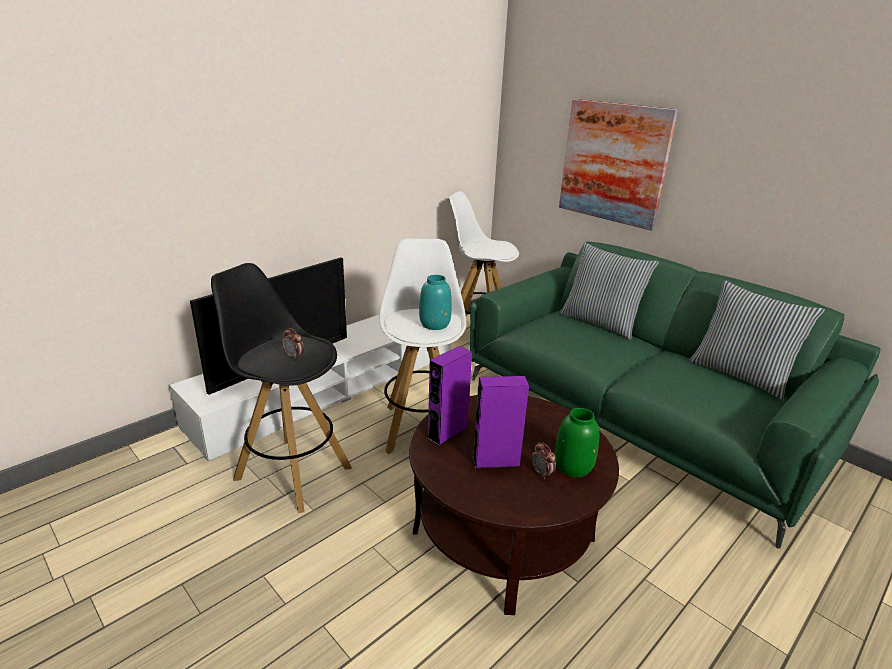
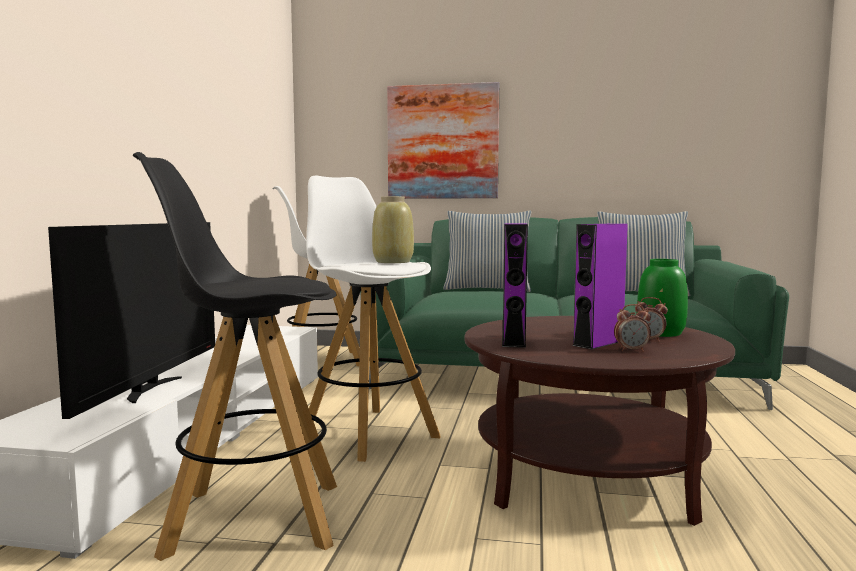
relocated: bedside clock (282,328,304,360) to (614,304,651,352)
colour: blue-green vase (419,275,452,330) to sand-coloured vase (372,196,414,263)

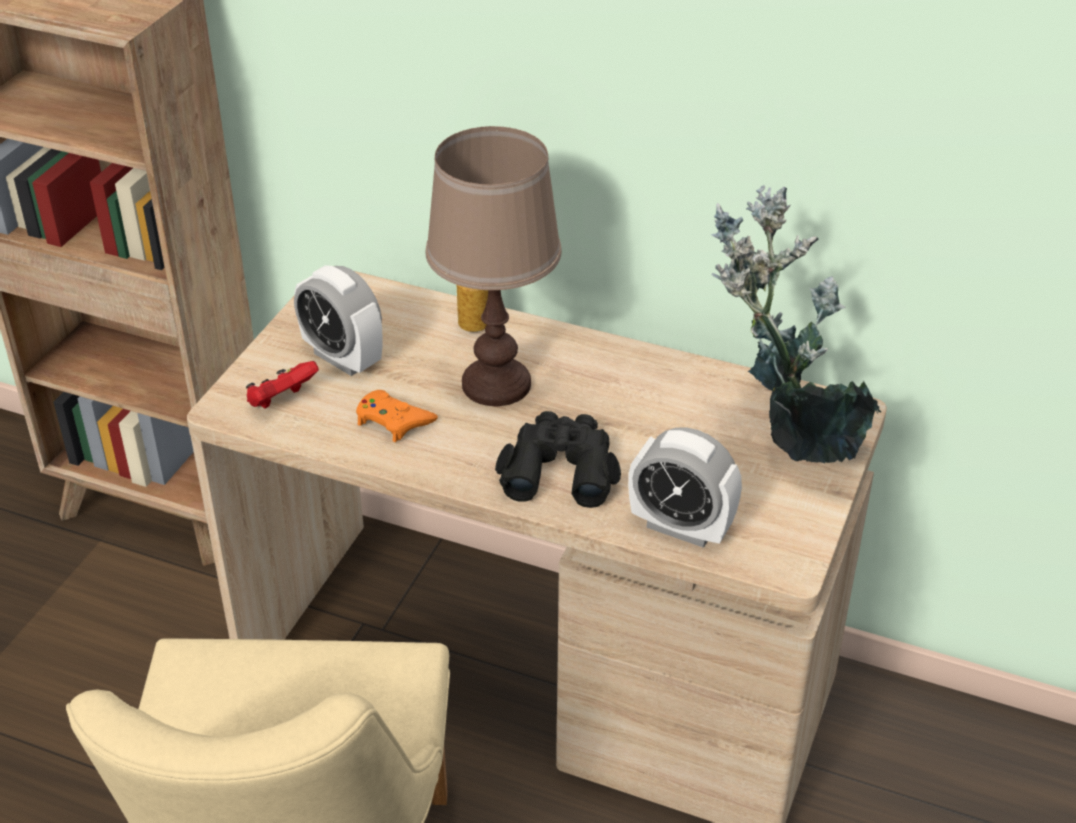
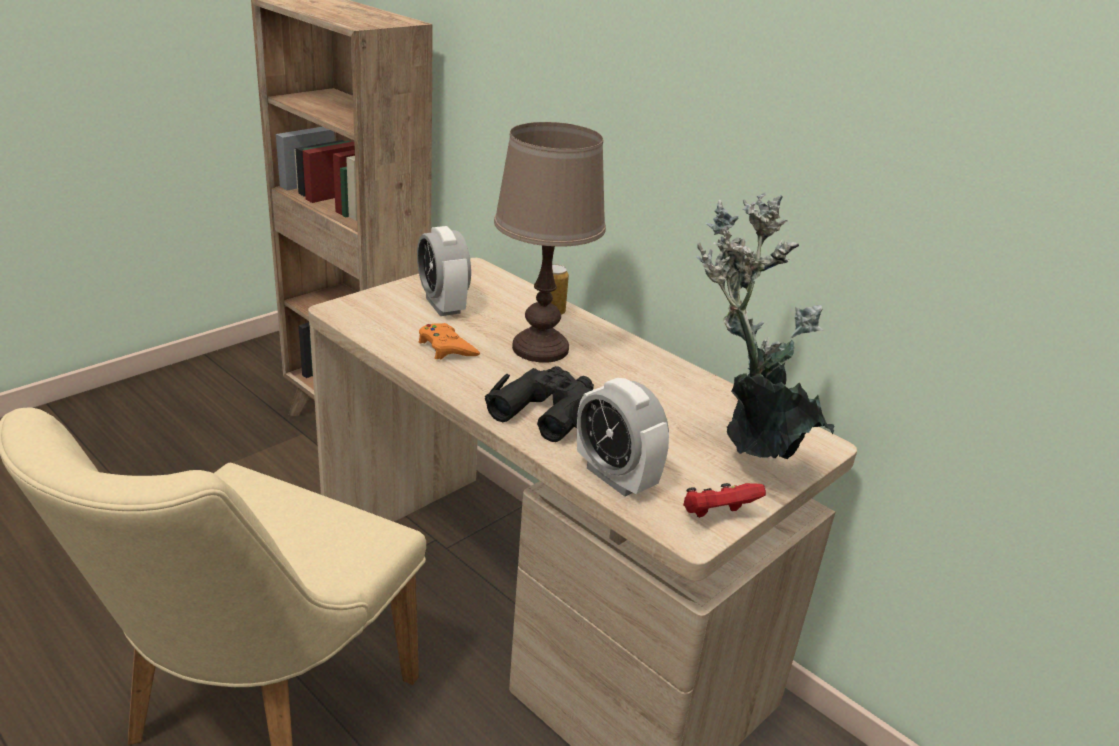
relocated: reddish joypad (246,361,319,409) to (683,483,766,518)

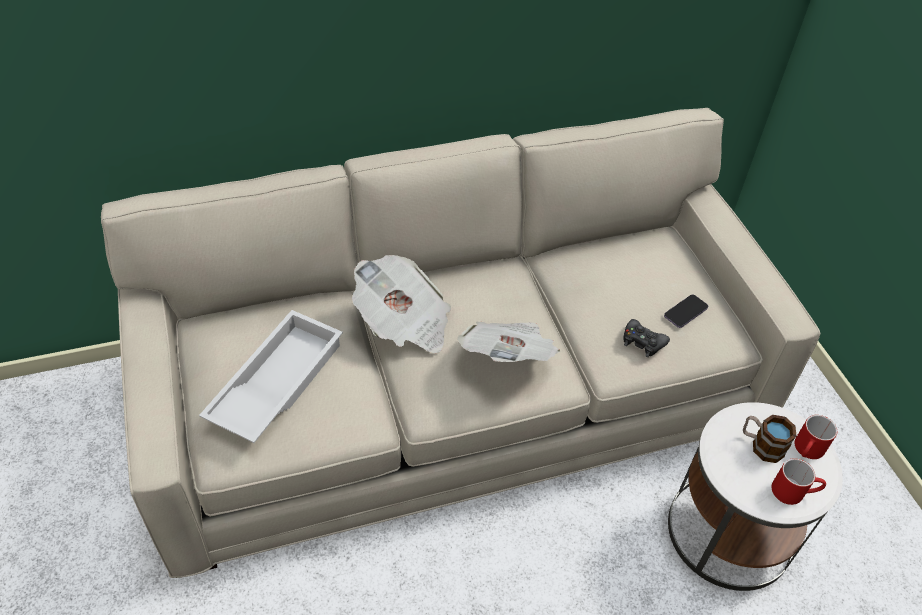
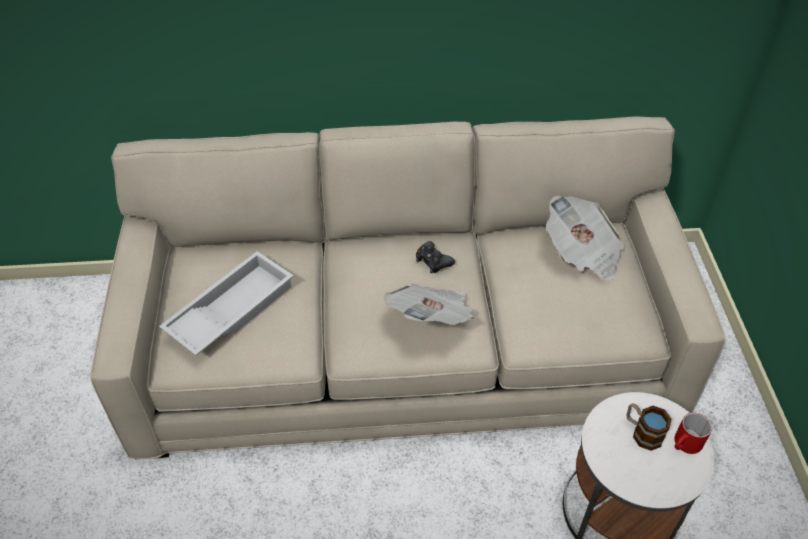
missing: telephone (664,294,708,328); reddish tea mug (772,458,826,505)
relocated: daily paper (352,255,451,353) to (546,195,625,282); blackish joypad (623,319,670,357) to (416,241,455,273)

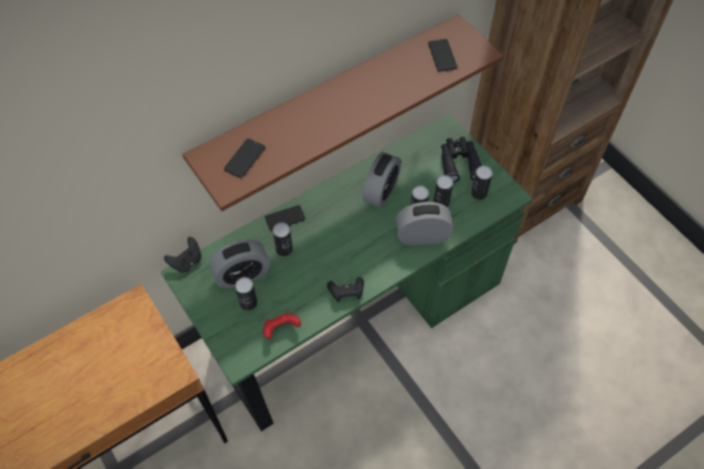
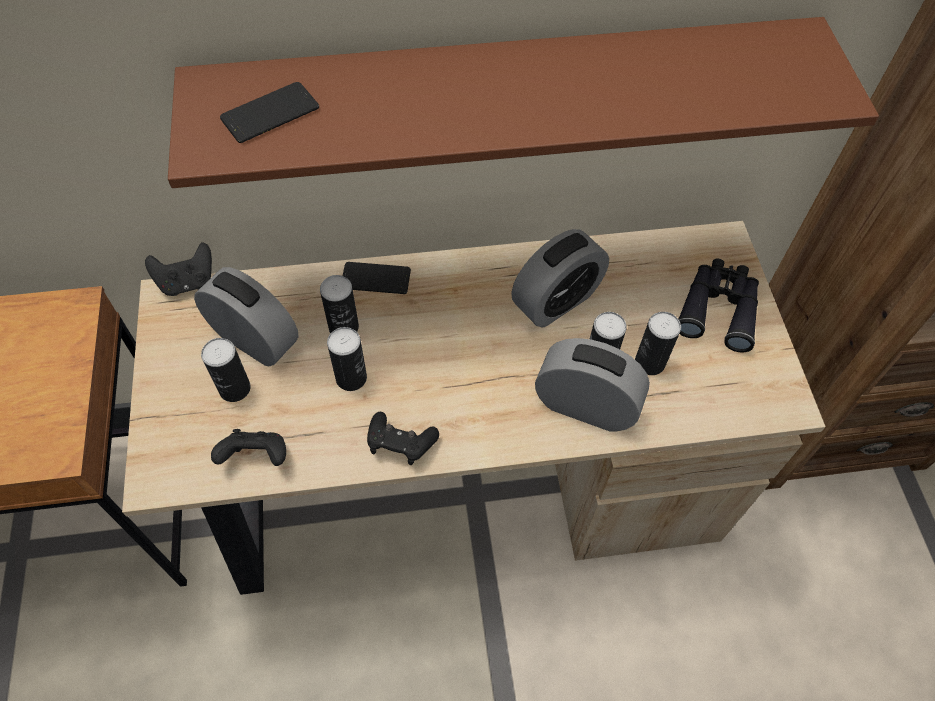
missing: telephone (428,39,458,72)
relocated: can (471,166,493,200) to (327,327,367,391)
colour: green-coloured desk table (161,113,533,431) to sand-coloured desk table (122,221,826,595); reddish joypad (263,313,301,339) to blackish joypad (211,429,286,466)
spun: bedside clock (209,239,270,289) = (194,267,299,366) 150 degrees counterclockwise

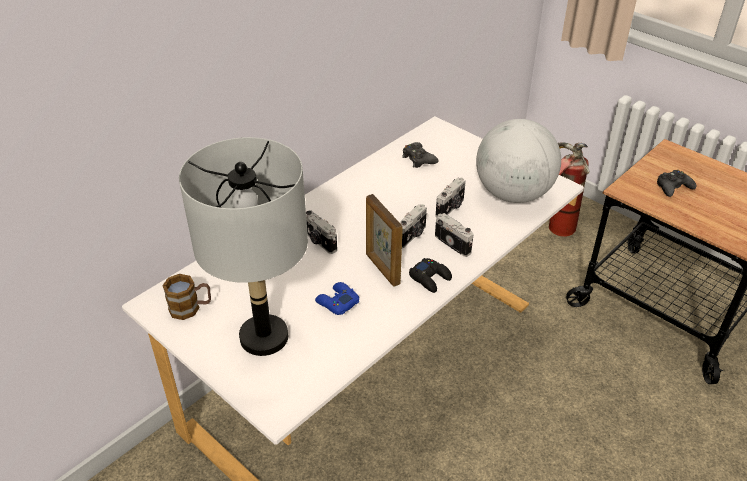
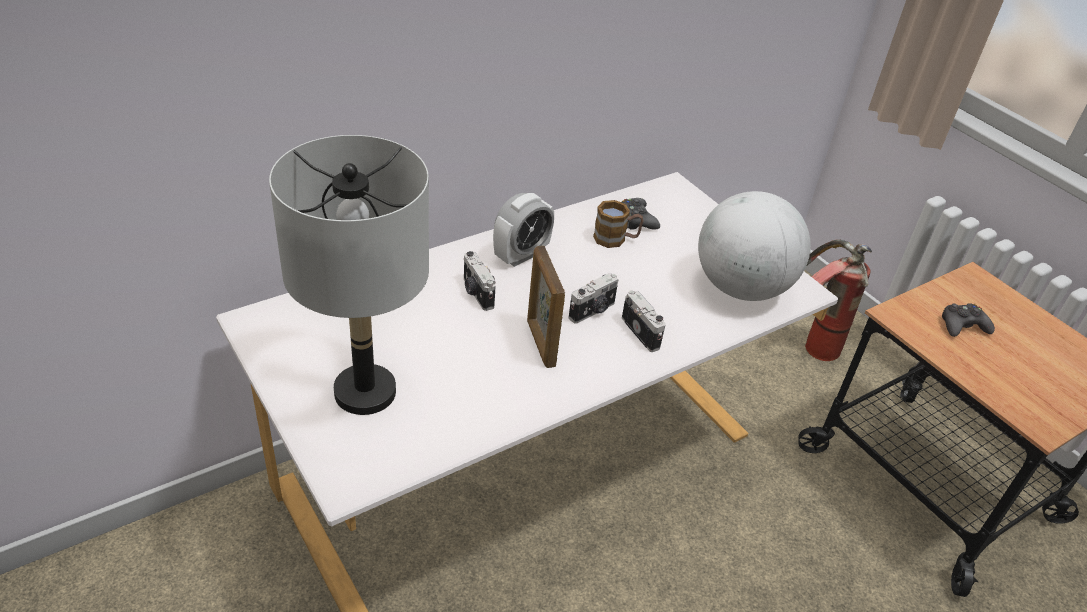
missing: bluish joypad (315,282,359,315); blackish joypad (409,258,452,293); photo camera (436,178,466,217)
appeared: bedside clock (493,193,554,267)
relocated: tea mug (162,274,211,320) to (593,200,643,248)

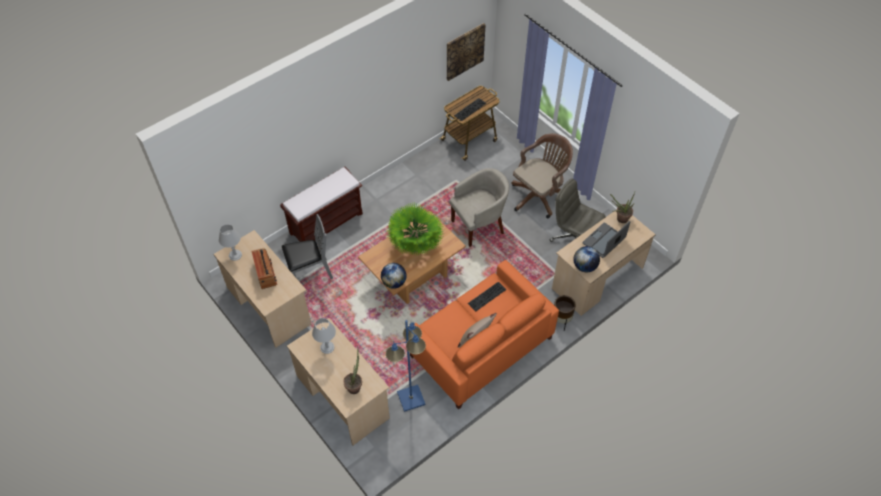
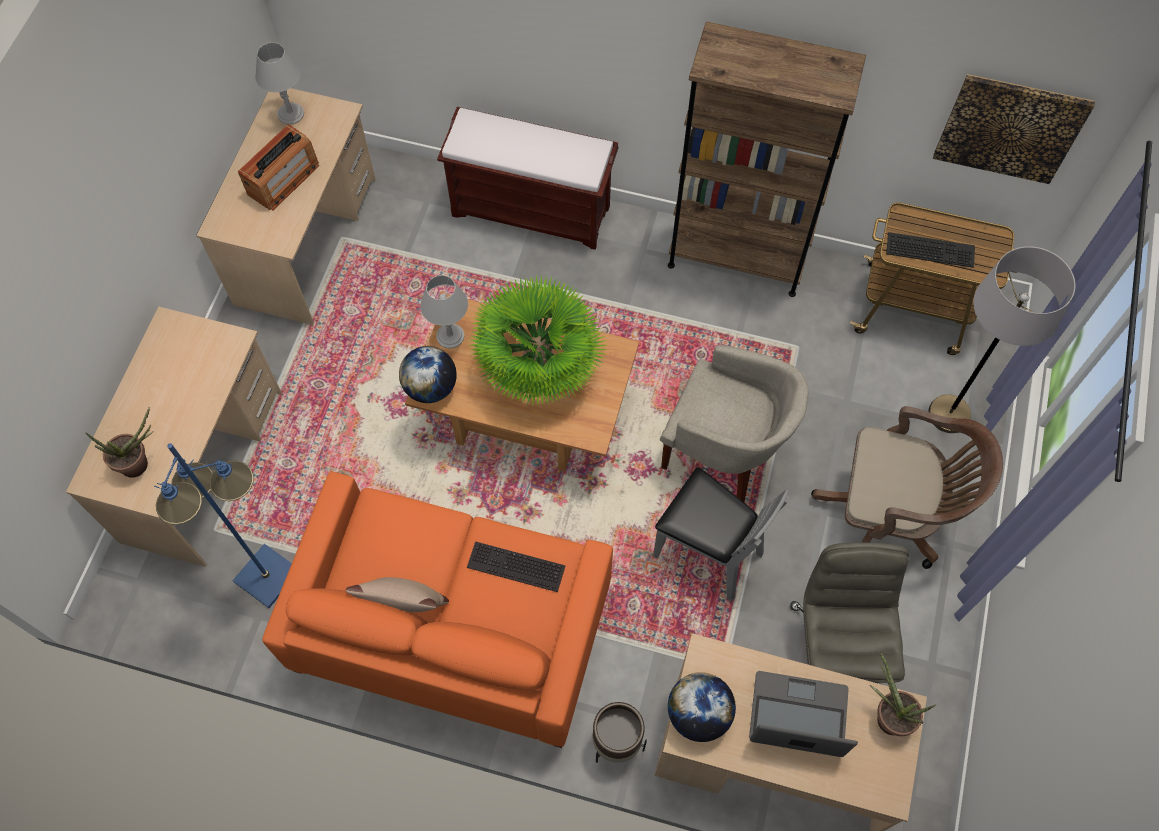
appeared: brown-coloured bookshelf (668,21,866,297); grey standing lamp (928,246,1075,433)
relocated: grey chair (282,214,333,279) to (653,467,790,602); grey tabletop lamp (312,318,336,354) to (420,275,468,348)

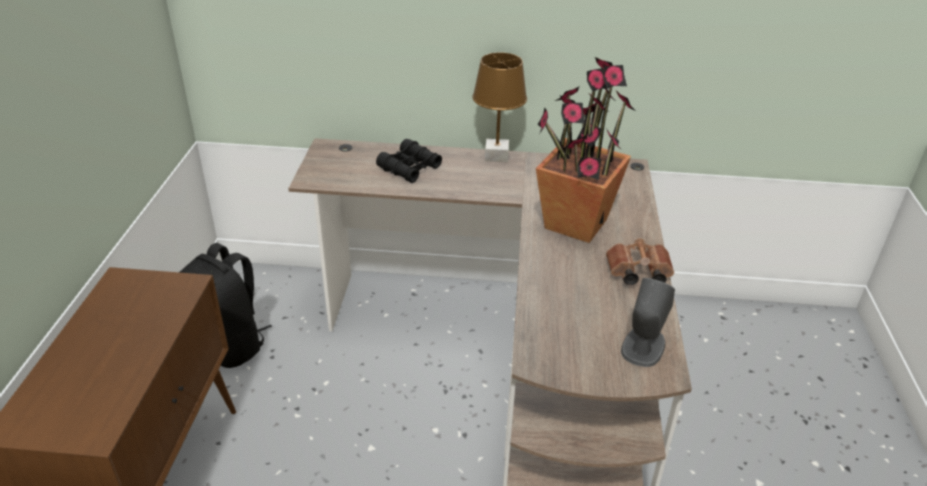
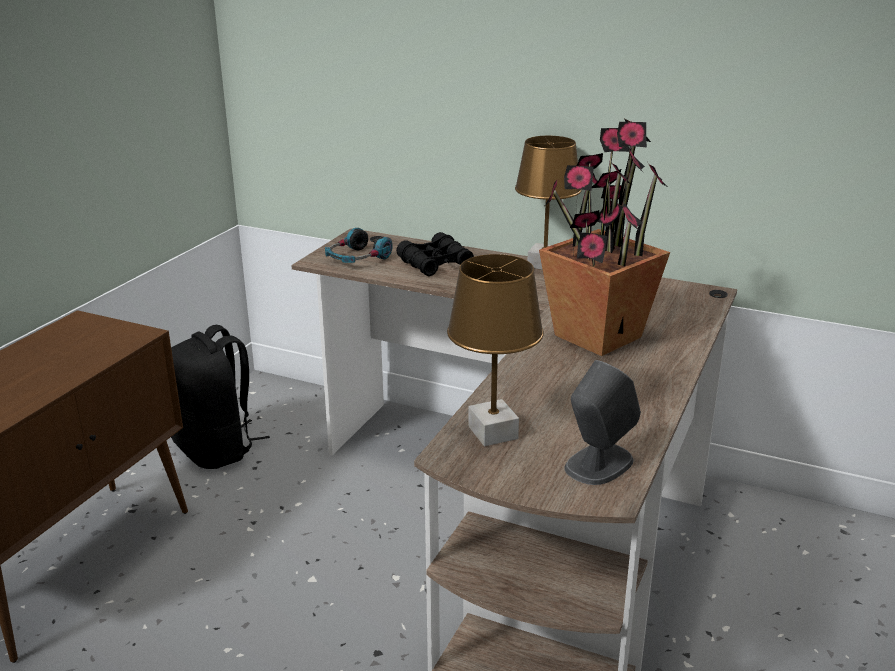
missing: brown-coloured binoculars (606,238,674,285)
appeared: headphones (325,228,393,263); brown-coloured tabletop lamp (447,254,544,446)

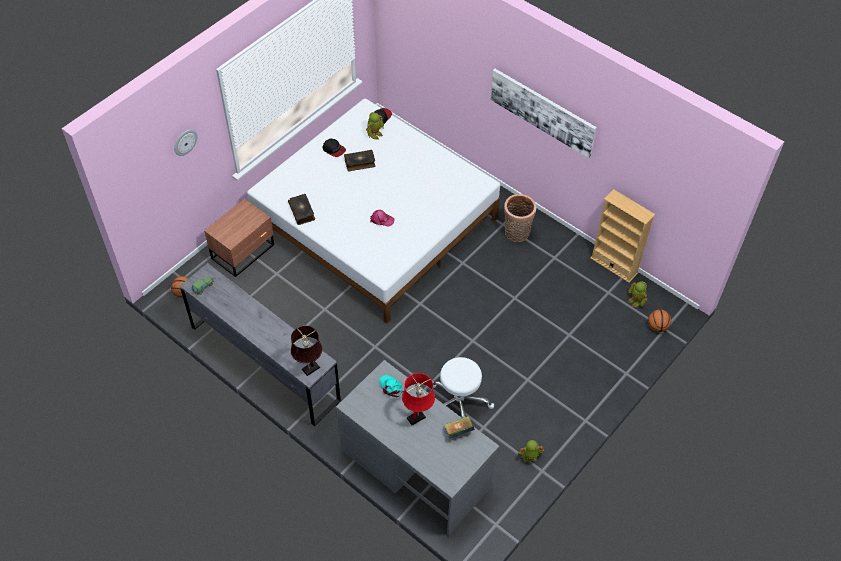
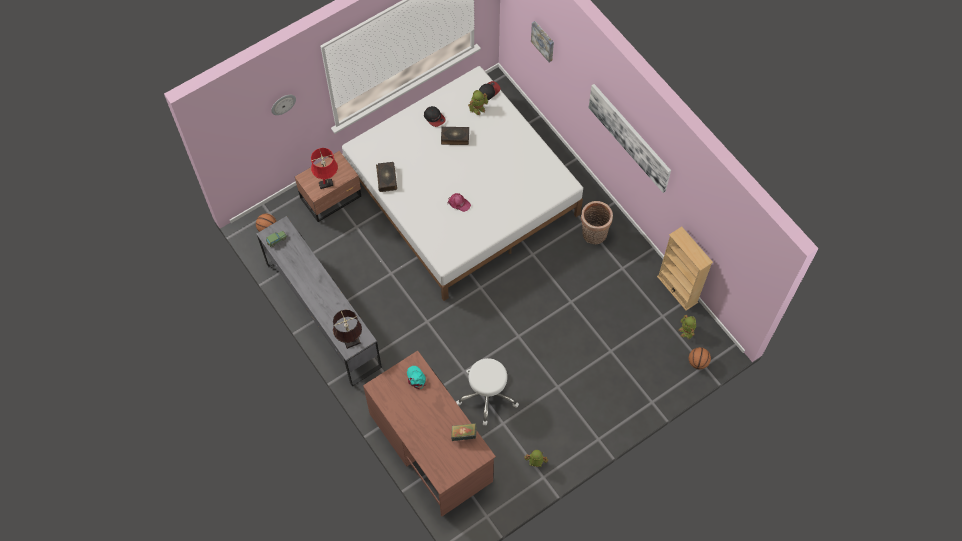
appeared: picture (531,21,554,63)
relocated: reddish tabletop lamp (402,373,435,425) to (311,148,338,189)
colour: grey desk table (336,360,499,536) to brown-coloured desk table (363,351,496,517)

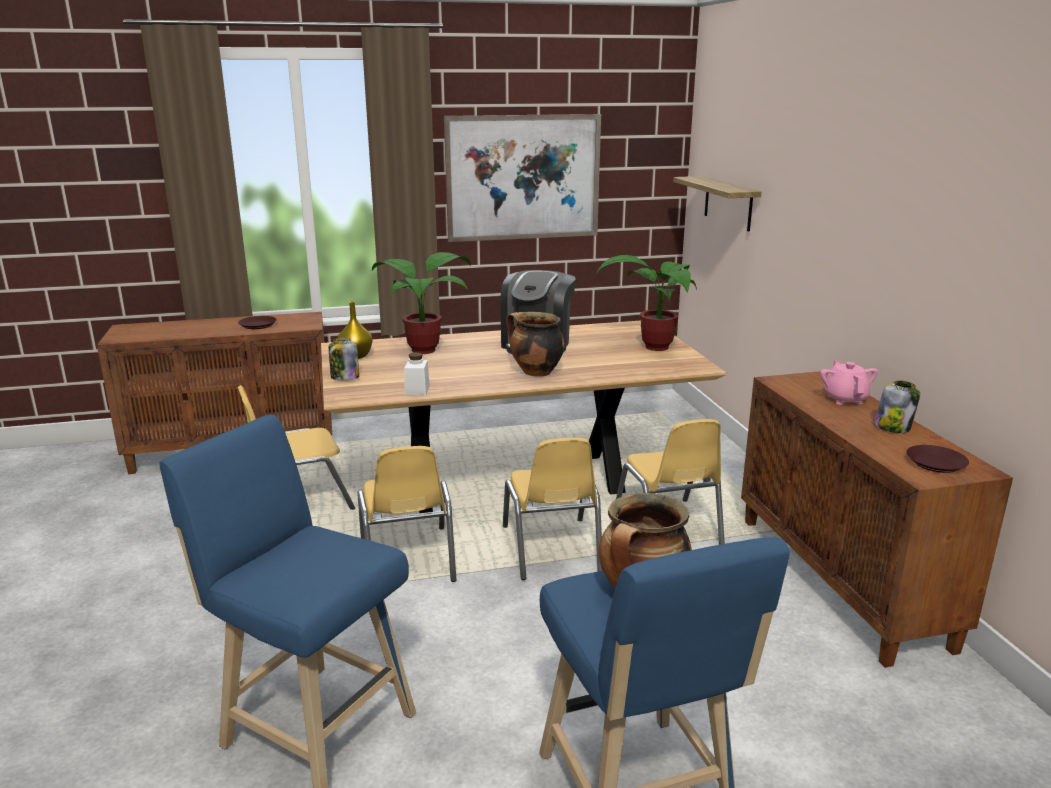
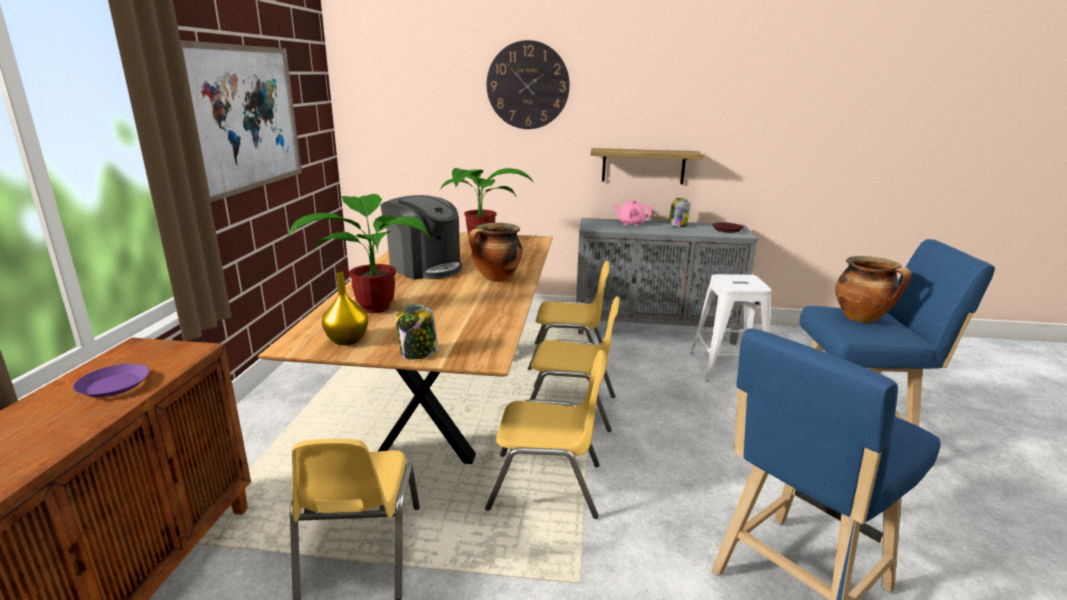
missing: white storage jar (404,352,430,395)
appeared: hanging clock (487,40,570,129); white sitting stool (690,274,772,381)
relocated: bracket shelf (673,176,761,232) to (591,148,703,184)
colour: brown-coloured flat dish (238,316,277,329) to purple flat dish (73,364,149,397); brown-coloured cupboard (741,371,1013,668) to grey cupboard (576,218,758,345)

